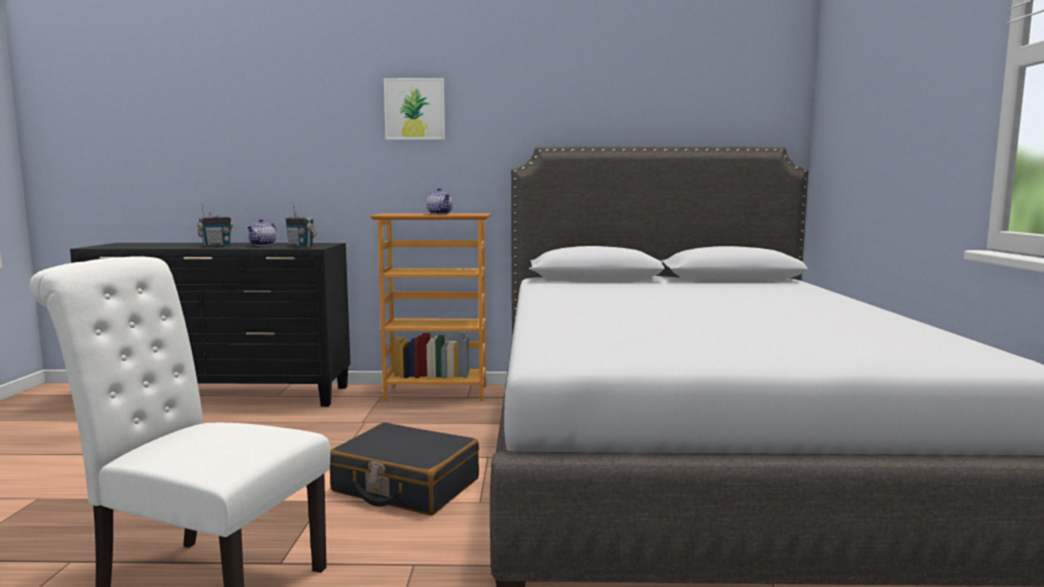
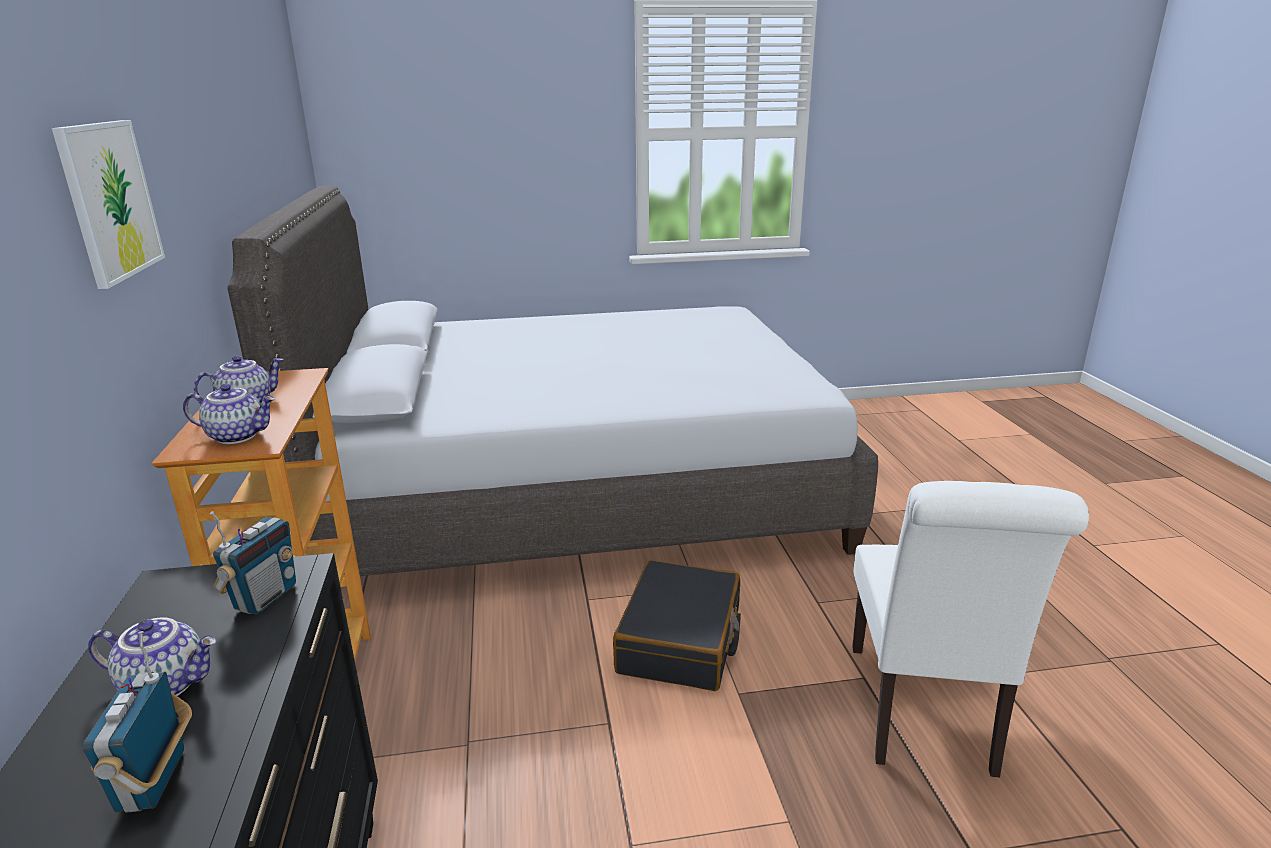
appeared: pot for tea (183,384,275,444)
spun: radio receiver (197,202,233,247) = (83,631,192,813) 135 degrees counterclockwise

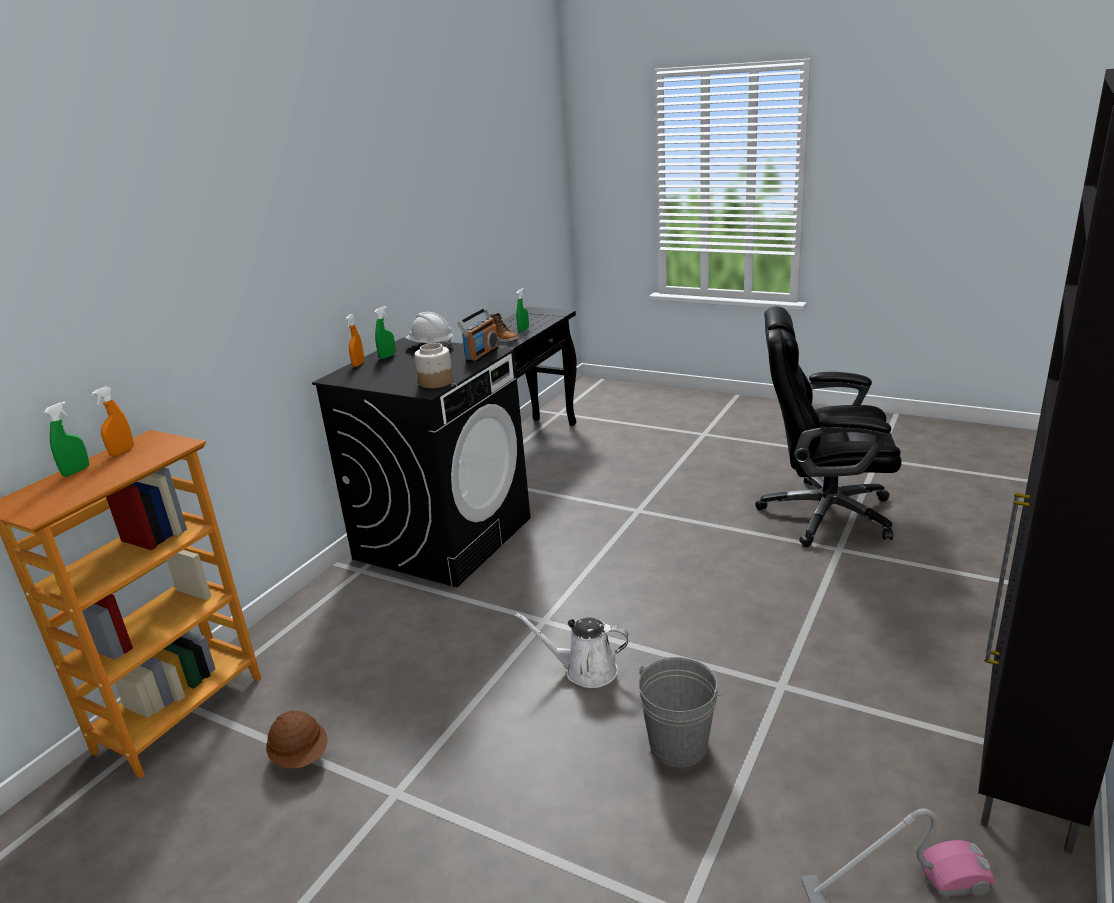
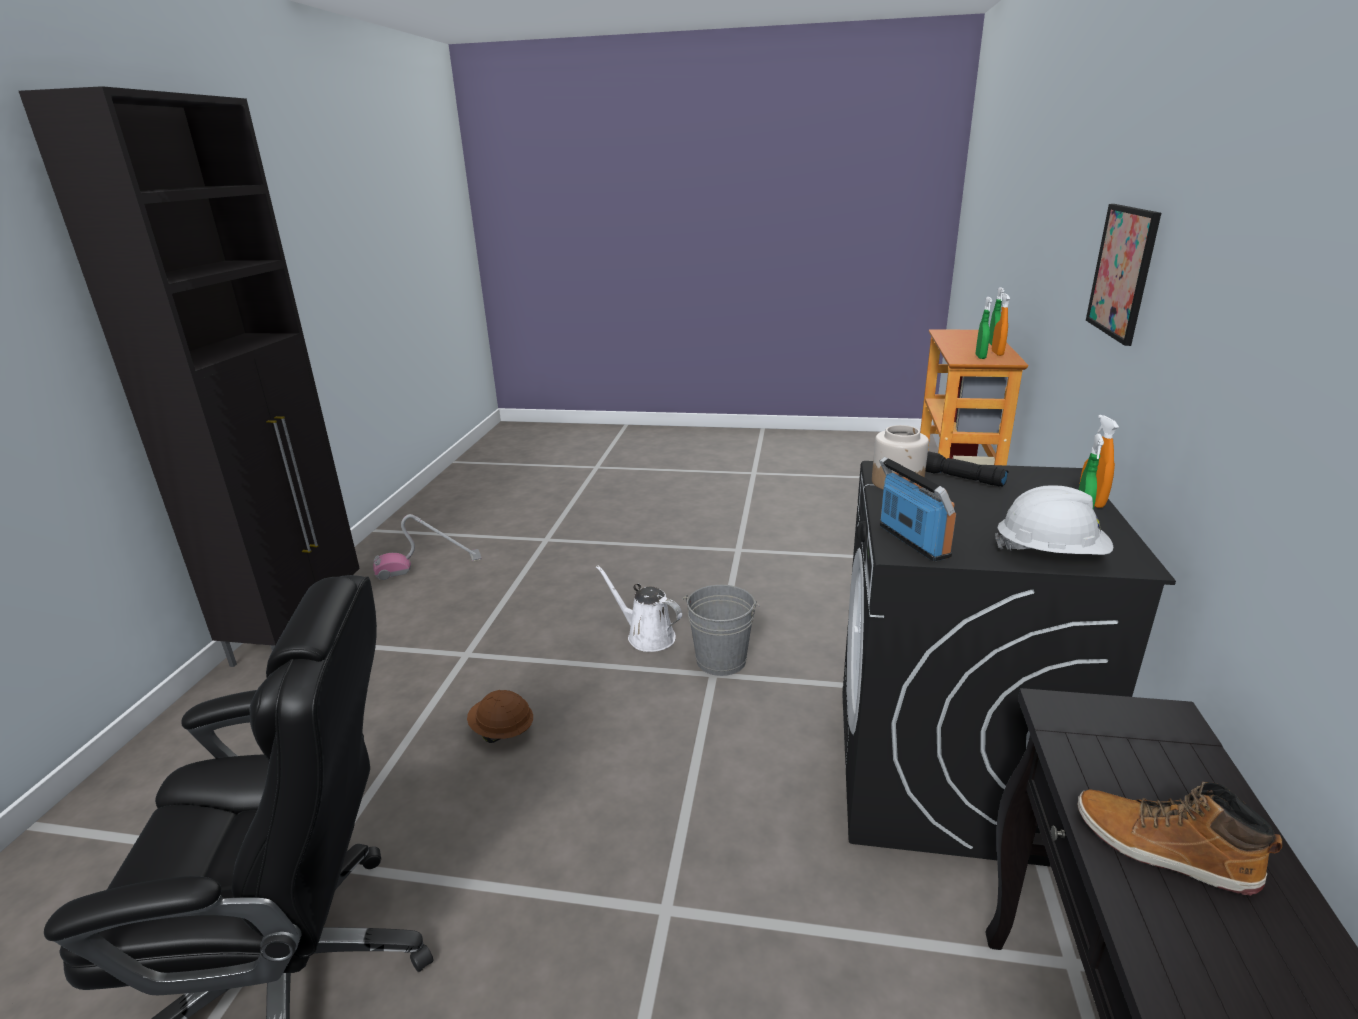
appeared: blackish hand torch (925,451,1009,487); picture (1086,204,1161,346)
relocated: brown-coloured safety helmet (266,710,328,768) to (467,690,533,743); green-coloured sprayer (516,288,529,332) to (975,297,992,359); grey water bucket (638,657,722,767) to (682,585,759,676)
spun: radio receiver (458,308,499,363) = (879,457,956,562) 150 degrees clockwise; white watering can (514,612,629,688) = (596,565,682,652) 135 degrees counterclockwise

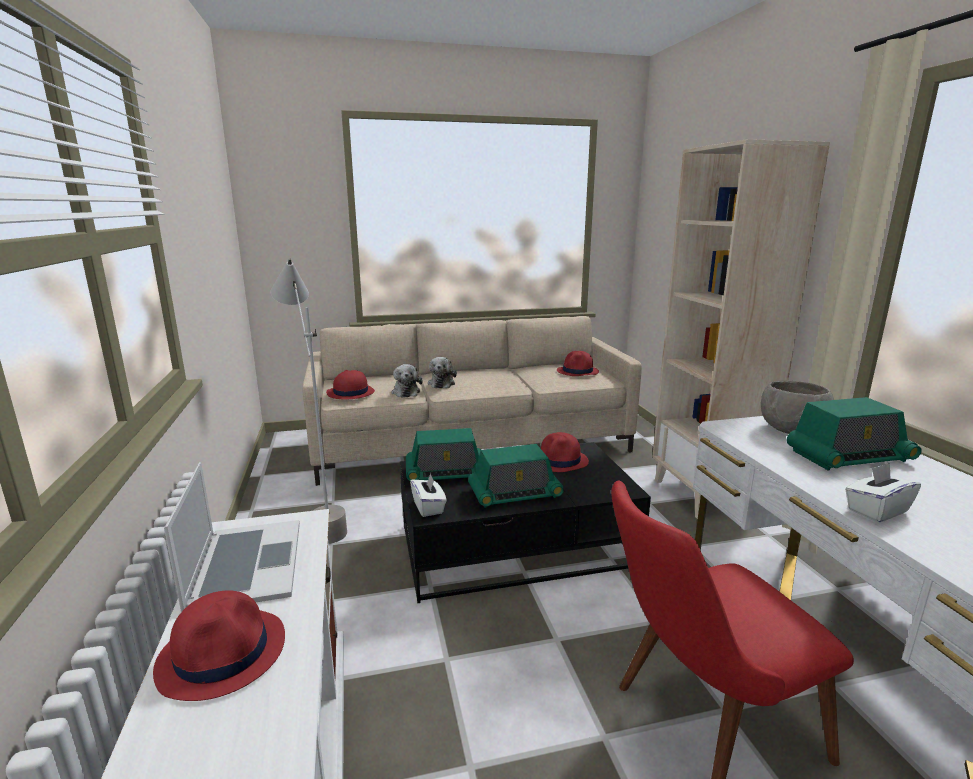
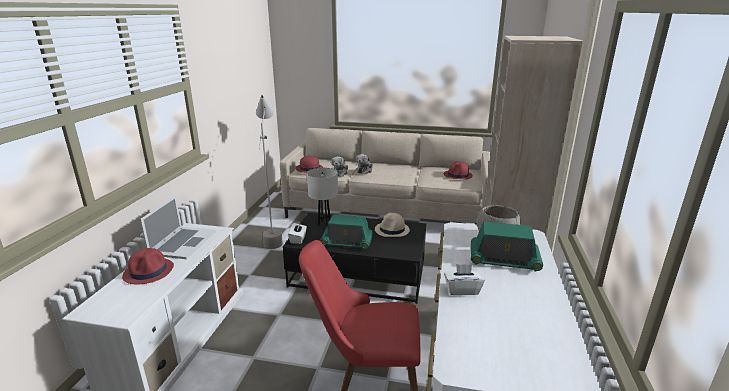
exchanged: radio receiver (406,428,481,481) to white tabletop lamp (307,168,338,227)
colour: reddish wearable hat (541,432,589,472) to sand-coloured wearable hat (375,213,410,237)

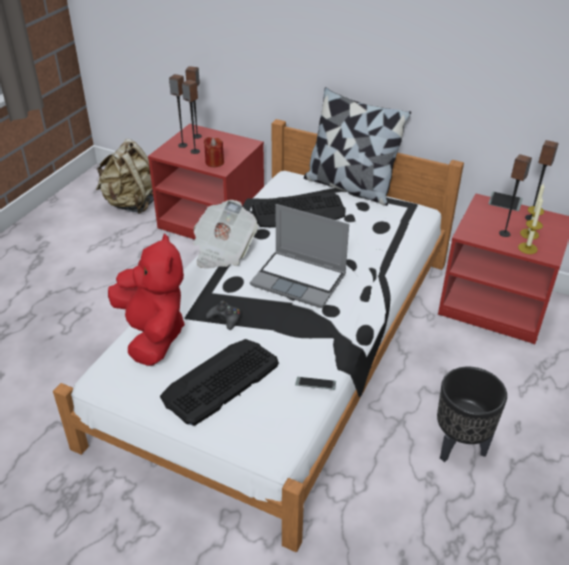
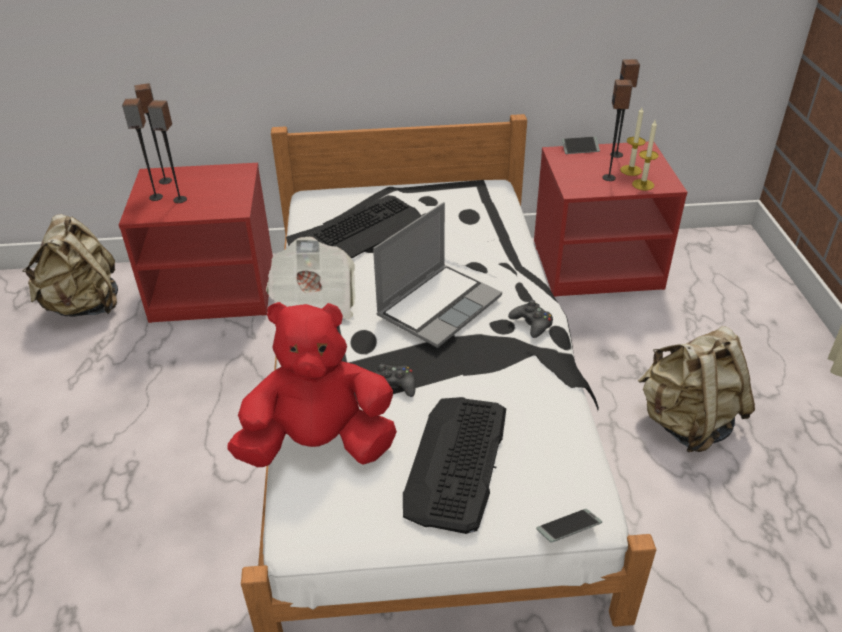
missing: reddish wax light (204,137,224,167); pillow (304,87,411,206)
appeared: blackish joypad (508,300,553,338)
relocated: telephone (295,377,336,390) to (536,509,602,542)
exchanged: blackish flower pot (437,367,507,462) to sand-coloured backpack (638,326,755,452)
spun: reddish soft toy (108,233,185,366) = (227,302,397,467) 45 degrees counterclockwise; notebook computer (250,204,349,308) = (373,202,502,348) 45 degrees counterclockwise

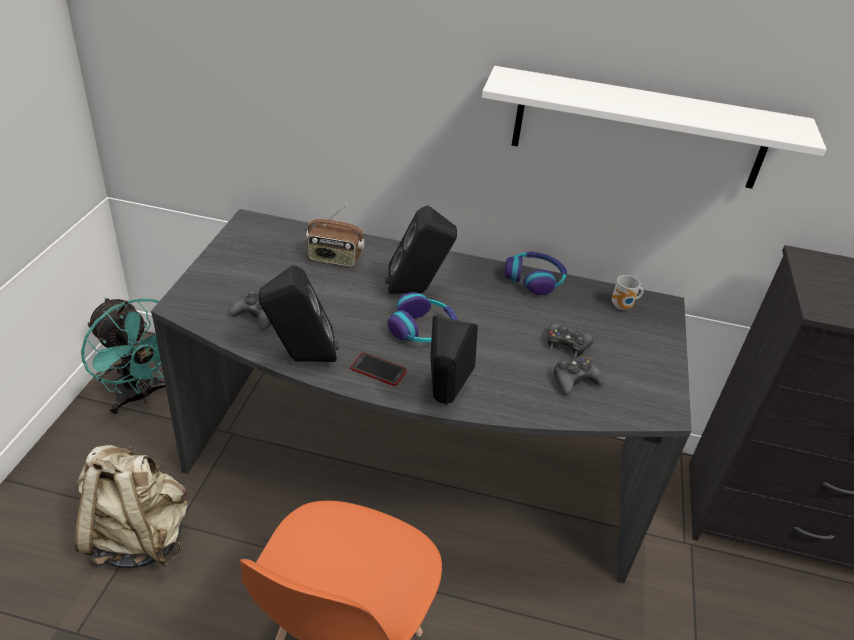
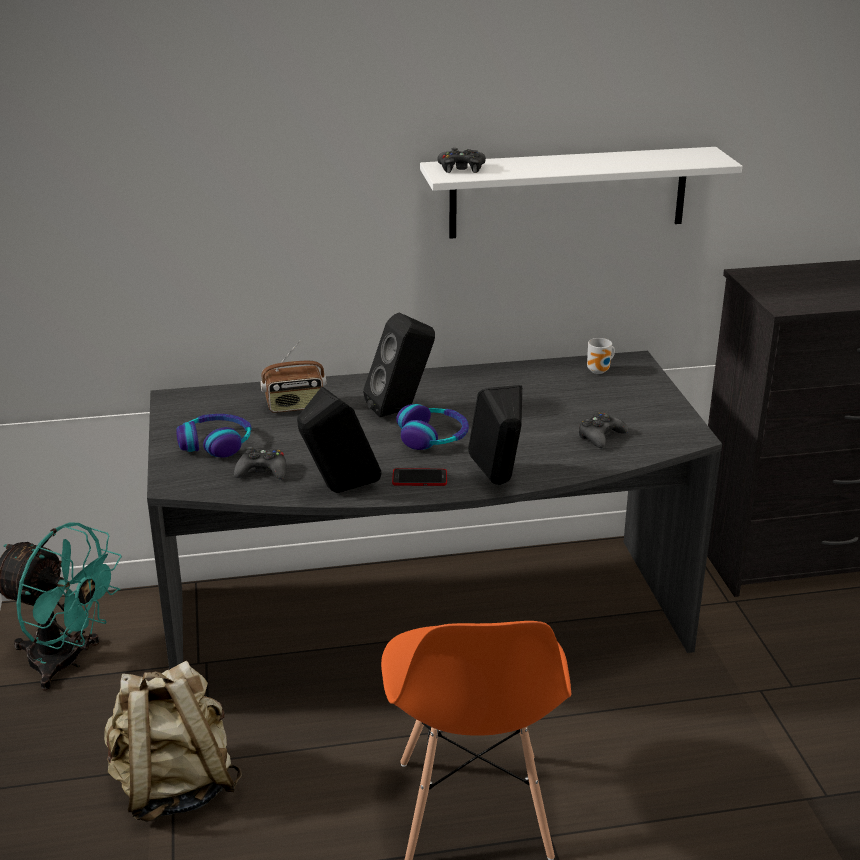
relocated: headphones (504,252,567,295) to (176,414,252,458); blackish joypad (548,323,594,358) to (438,148,486,173)

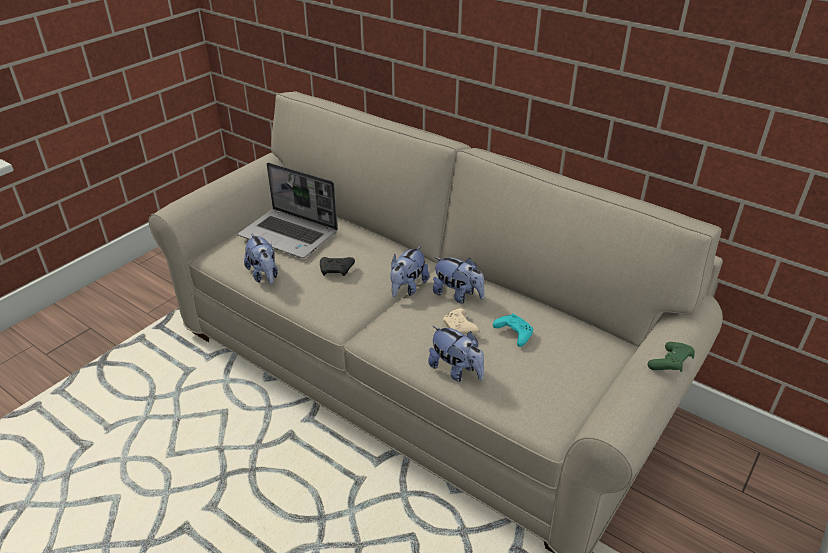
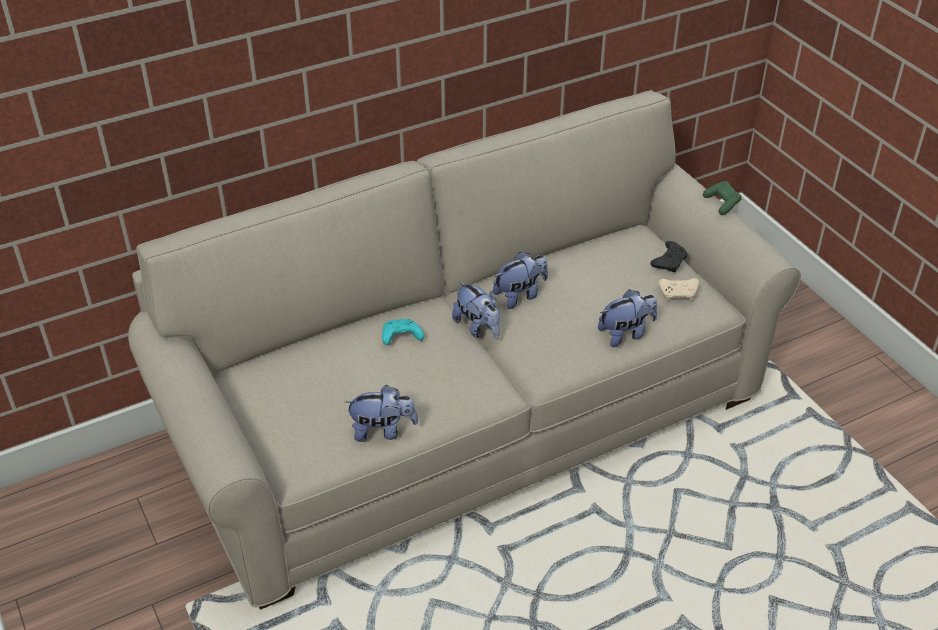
missing: notebook computer (238,162,338,258)
relocated: blackish joypad (320,257,355,276) to (651,241,688,272); sand-coloured joypad (443,308,479,334) to (658,278,699,301); blue-green joypad (493,313,533,347) to (382,319,424,345)

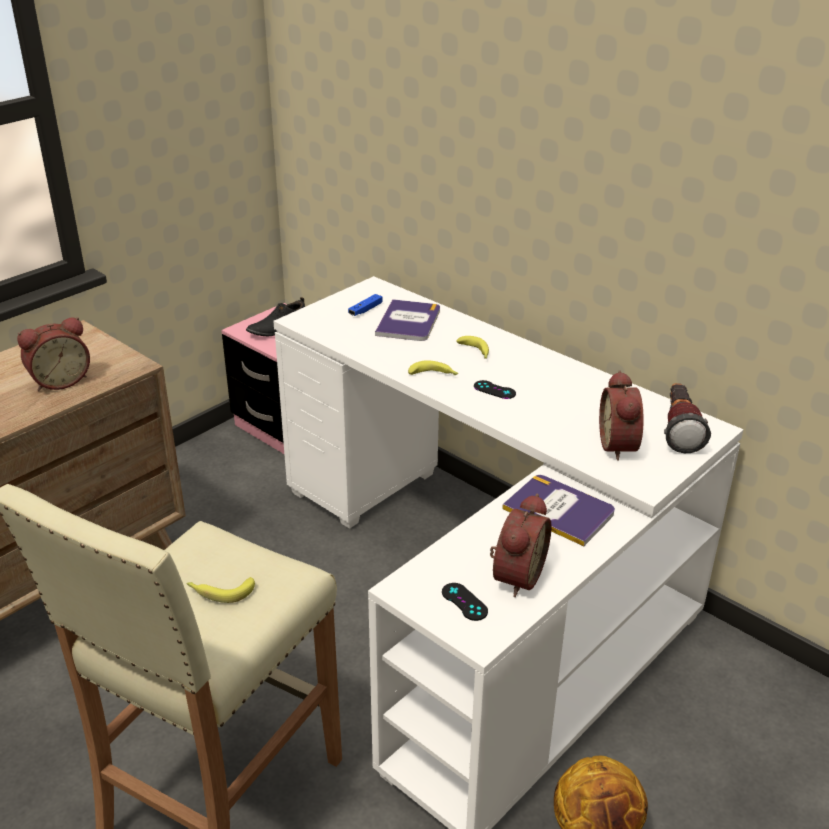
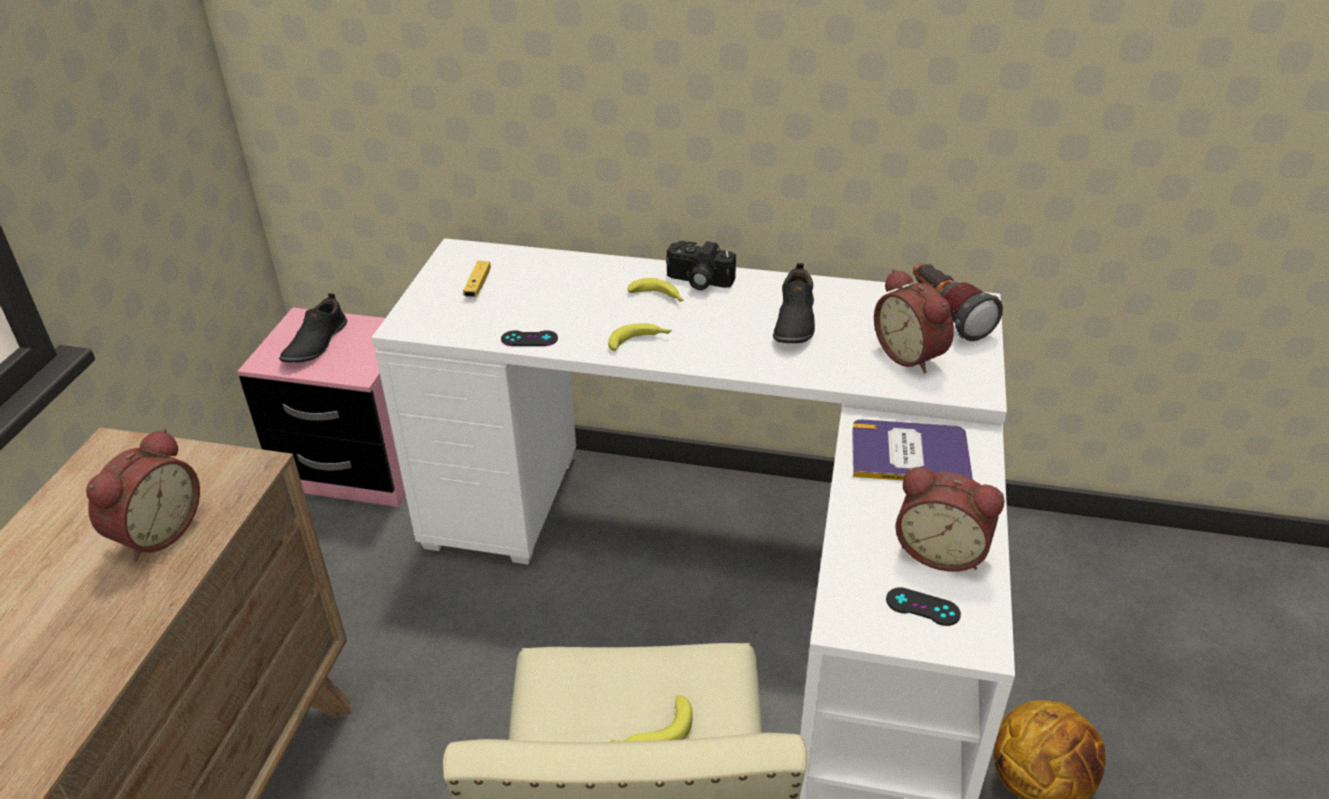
missing: bound book (375,299,440,341)
appeared: photo camera (666,241,736,290); blackish low shoe (773,263,815,343)
relocated: blackish joypad (474,380,516,399) to (501,330,558,346)
colour: bluish joypad (348,294,383,316) to yellowish joypad (463,261,491,298)
spun: bedside clock (490,494,552,597) = (895,467,1005,572) 120 degrees clockwise

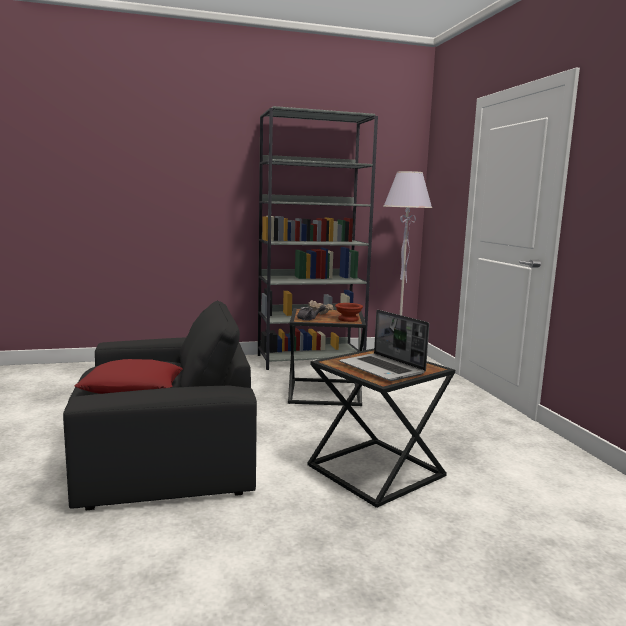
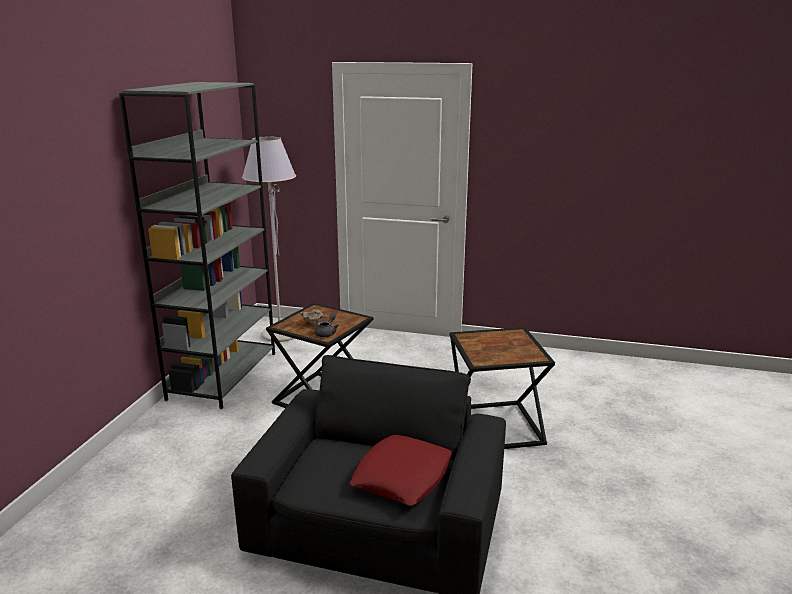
missing: brown-coloured deep dish (335,303,363,322); notebook computer (339,310,429,381)

